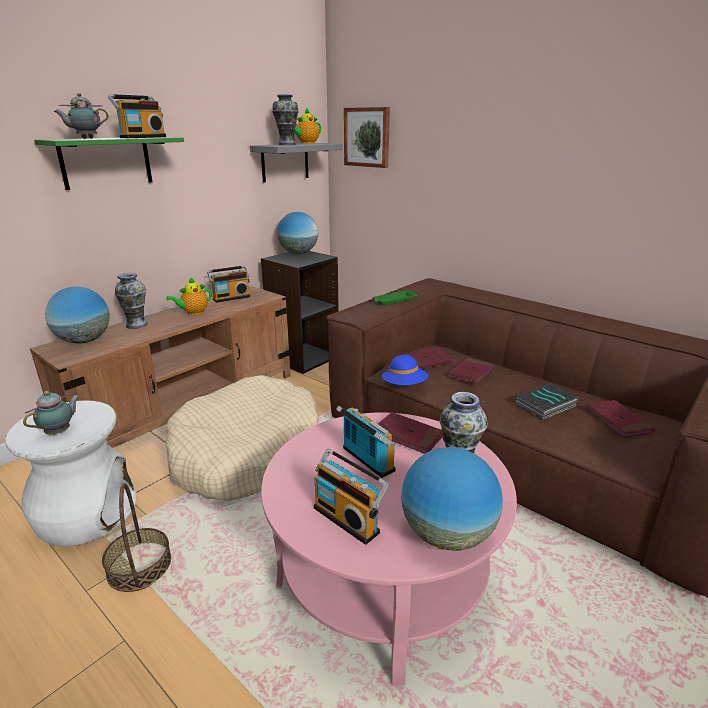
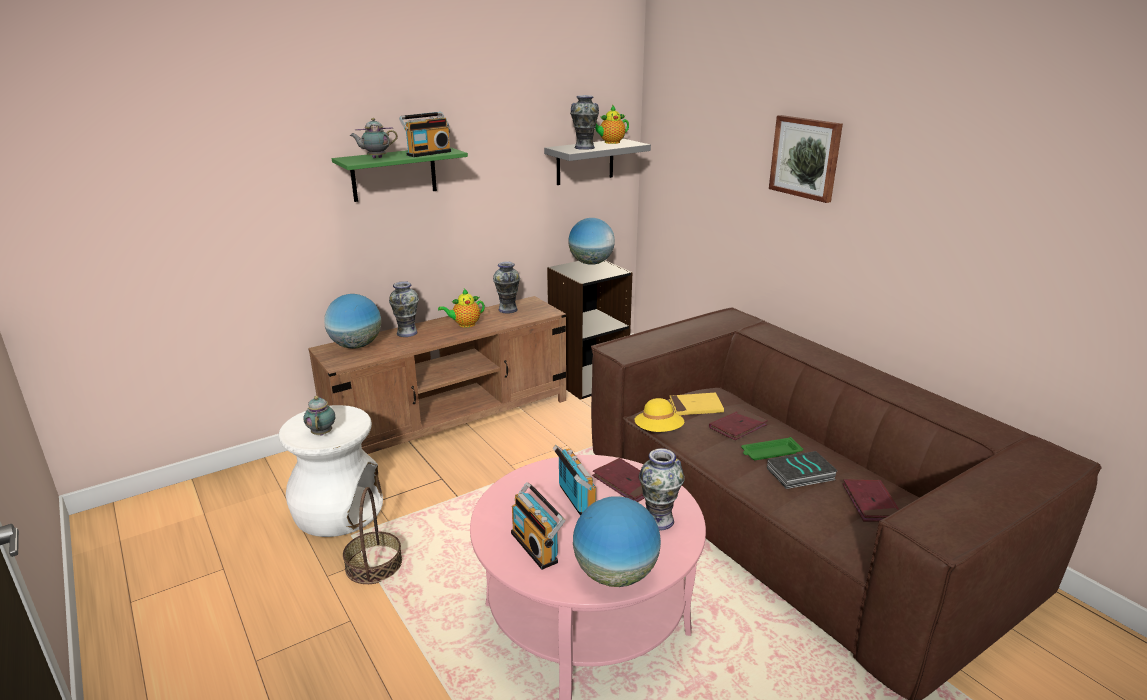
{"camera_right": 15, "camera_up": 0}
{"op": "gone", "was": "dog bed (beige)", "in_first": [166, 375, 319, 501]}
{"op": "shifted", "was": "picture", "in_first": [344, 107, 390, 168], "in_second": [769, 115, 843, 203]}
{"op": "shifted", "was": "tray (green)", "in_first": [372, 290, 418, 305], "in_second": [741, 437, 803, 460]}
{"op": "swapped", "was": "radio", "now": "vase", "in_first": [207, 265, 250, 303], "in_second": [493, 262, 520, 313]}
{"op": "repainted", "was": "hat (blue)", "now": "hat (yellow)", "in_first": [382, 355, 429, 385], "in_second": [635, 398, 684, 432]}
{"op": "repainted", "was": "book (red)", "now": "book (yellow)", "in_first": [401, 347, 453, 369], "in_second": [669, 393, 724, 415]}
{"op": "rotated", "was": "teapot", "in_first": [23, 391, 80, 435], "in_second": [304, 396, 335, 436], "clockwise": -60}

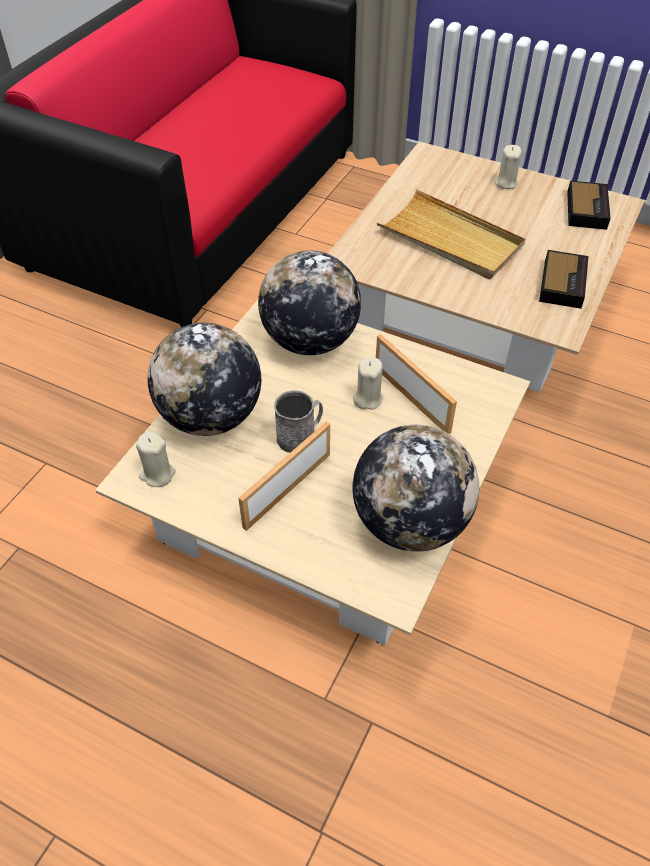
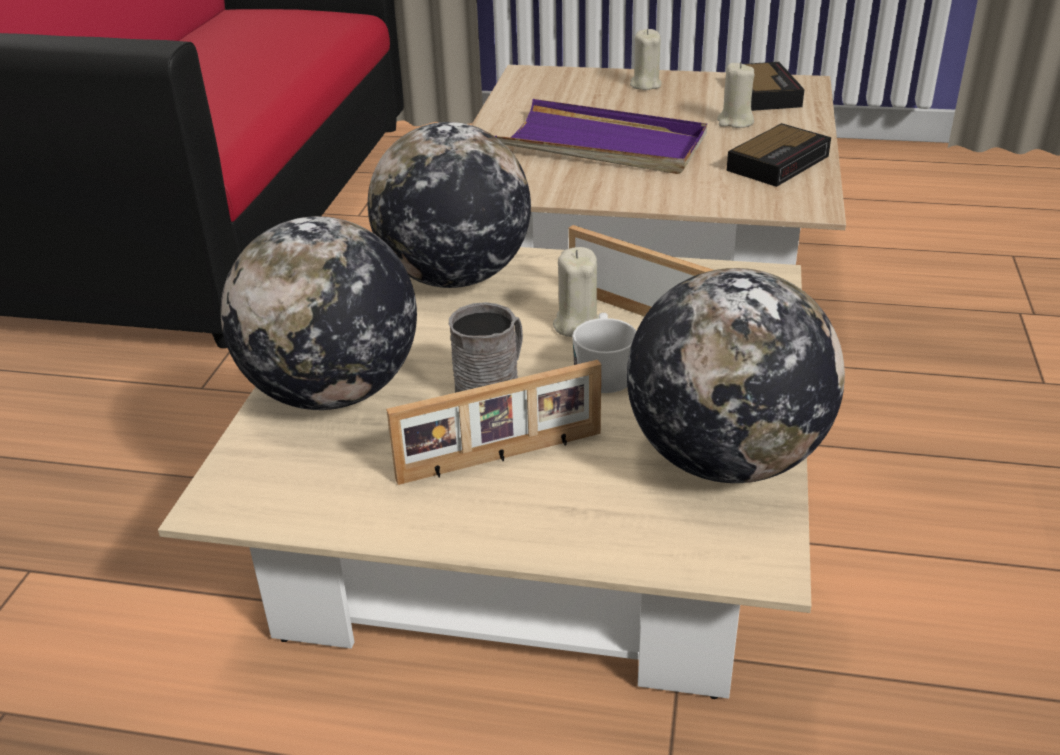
{"camera_right": -15, "camera_up": -15}
{"op": "new", "now": "mug (white)", "in_second": [572, 313, 636, 393]}
{"op": "shifted", "was": "candle (beige)", "in_first": [136, 431, 176, 487], "in_second": [717, 62, 754, 128]}
{"op": "repainted", "was": "tray (beige)", "now": "tray (purple)", "in_first": [377, 189, 525, 279], "in_second": [495, 99, 707, 174]}
{"op": "rotated", "was": "picture frame", "in_first": [238, 422, 330, 531], "in_second": [386, 360, 601, 485], "clockwise": -135}
{"op": "rotated", "was": "alarm clock", "in_first": [539, 250, 588, 309], "in_second": [727, 123, 831, 187], "clockwise": 45}

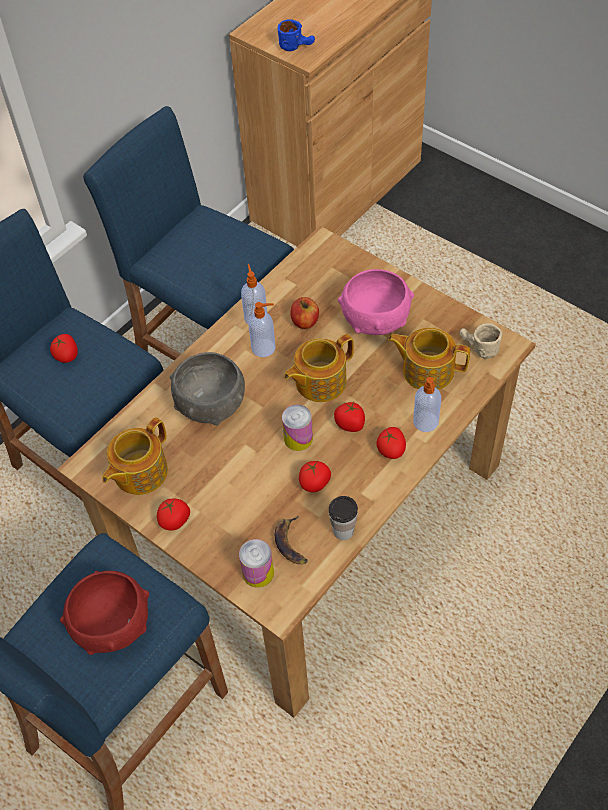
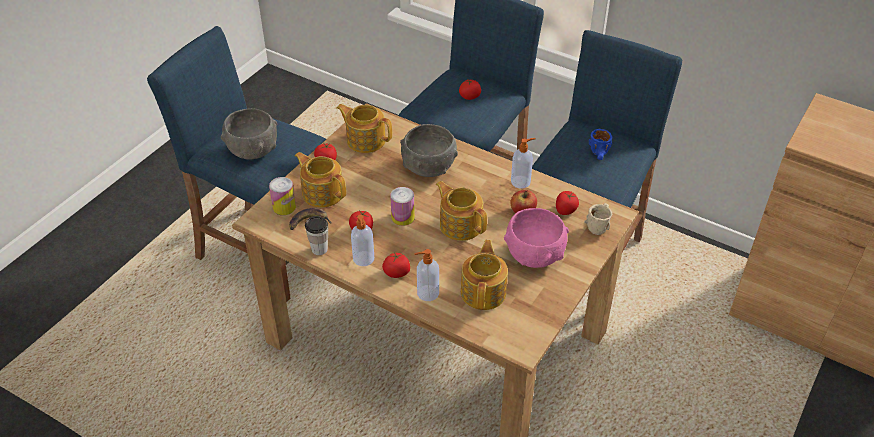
{"camera_right": 80, "camera_up": -10}
{"op": "new", "now": "teapot", "in_second": [295, 152, 346, 208]}
{"op": "shifted", "was": "soap dispenser", "in_first": [248, 302, 275, 357], "in_second": [351, 215, 374, 266]}
{"op": "shifted", "was": "mug (blue)", "in_first": [278, 19, 315, 51], "in_second": [589, 129, 612, 160]}
{"op": "shifted", "was": "tomato", "in_first": [334, 401, 365, 432], "in_second": [556, 191, 579, 215]}
{"op": "shifted", "was": "mug (beige)", "in_first": [460, 323, 502, 359], "in_second": [584, 203, 612, 235]}
{"op": "repainted", "was": "bowl (red)", "now": "bowl (grey)", "in_first": [60, 571, 149, 655], "in_second": [221, 108, 277, 160]}

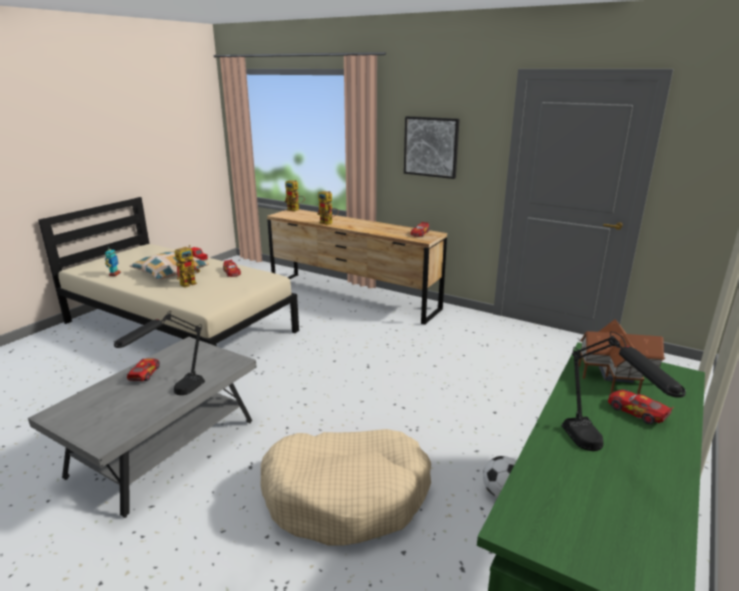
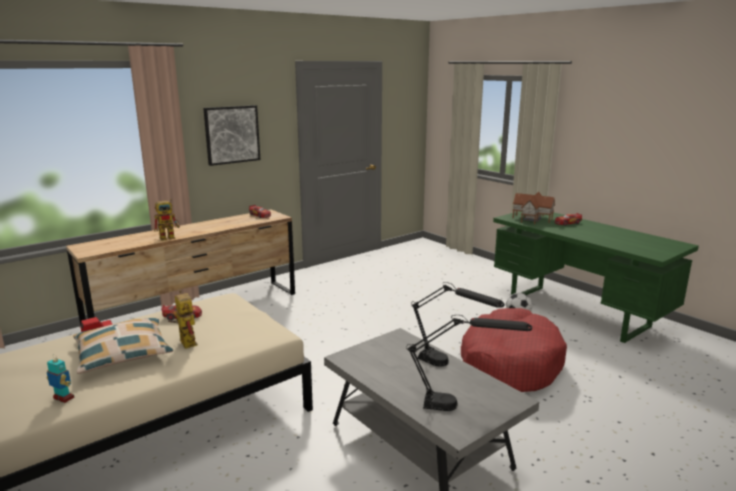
{"camera_right": -70, "camera_up": -5}
{"op": "gone", "was": "toy car", "in_first": [127, 359, 160, 381]}
{"op": "gone", "was": "toy robot", "in_first": [285, 180, 305, 212]}
{"op": "shifted", "was": "table lamp (black)", "in_first": [562, 332, 686, 451], "in_second": [406, 315, 532, 411]}
{"op": "repainted", "was": "dog bed (beige)", "now": "dog bed (red)", "in_first": [260, 429, 431, 545], "in_second": [461, 308, 567, 392]}

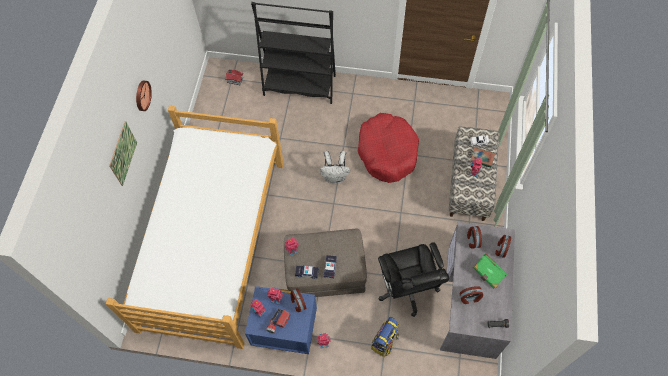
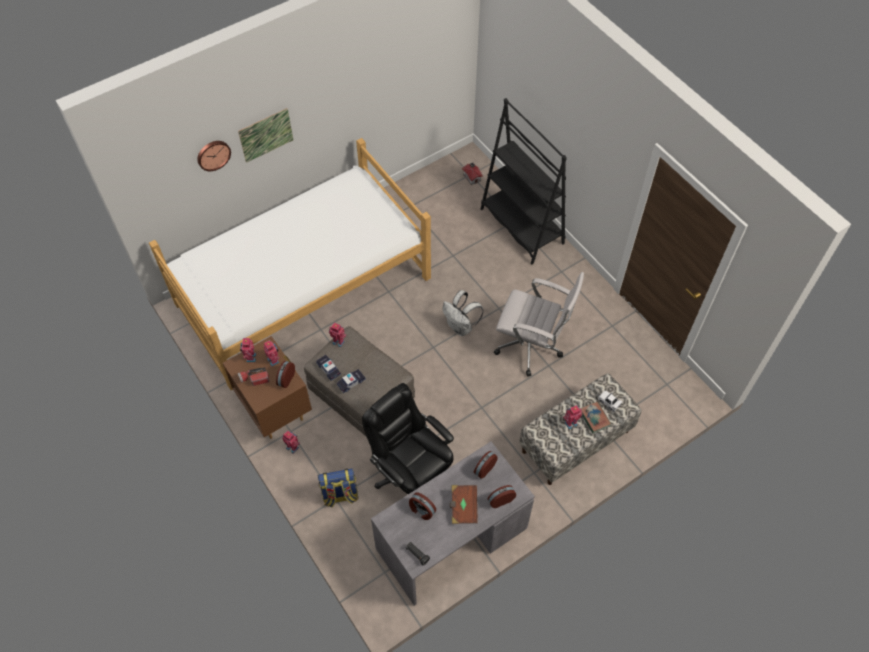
{"camera_right": 45, "camera_up": -5}
{"op": "shifted", "was": "wall clock", "in_first": [136, 80, 152, 111], "in_second": [197, 141, 231, 171]}
{"op": "swapped", "was": "dog bed (red)", "now": "office chair (white)", "in_first": [358, 113, 419, 183], "in_second": [494, 272, 584, 376]}
{"op": "repainted", "was": "nightstand (blue)", "now": "nightstand (brown)", "in_first": [245, 286, 317, 354], "in_second": [223, 336, 312, 439]}
{"op": "repainted", "was": "book (green)", "now": "book (brown)", "in_first": [473, 253, 507, 288], "in_second": [450, 485, 478, 524]}
{"op": "rotated", "was": "office chair (black)", "in_first": [378, 242, 449, 317], "in_second": [362, 383, 454, 494], "clockwise": 105}

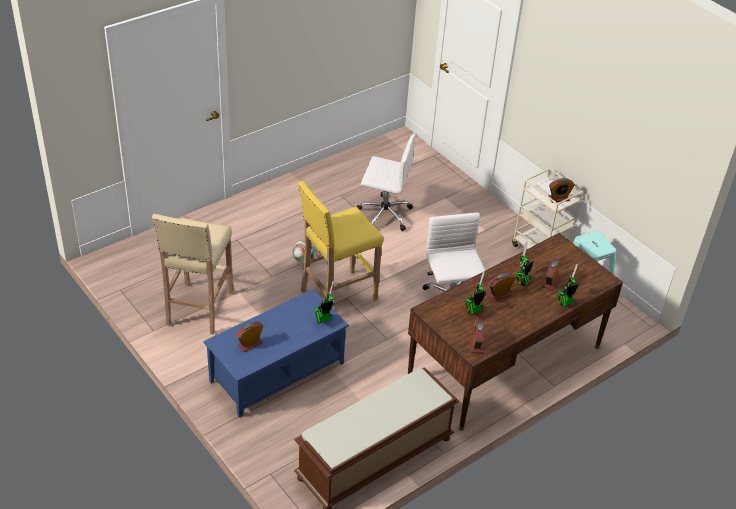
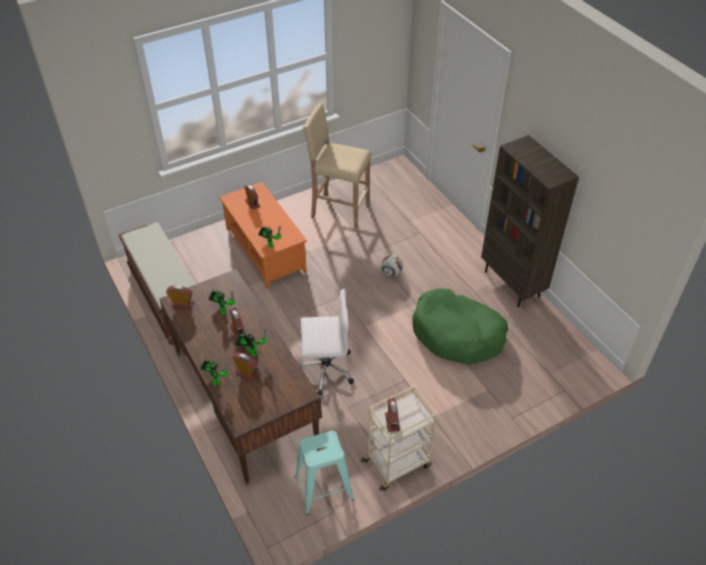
{"camera_right": 100, "camera_up": 5}
{"op": "gone", "was": "stool (yellow)", "in_first": [298, 181, 384, 301]}
{"op": "new", "now": "bookcase (brown)", "in_second": [481, 135, 579, 307]}
{"op": "swapped", "was": "office chair (white)", "now": "dog bed (green)", "in_first": [356, 133, 416, 231], "in_second": [413, 288, 508, 365]}
{"op": "repainted", "was": "coffee table (blue)", "now": "coffee table (orange)", "in_first": [204, 289, 349, 418], "in_second": [219, 182, 307, 288]}

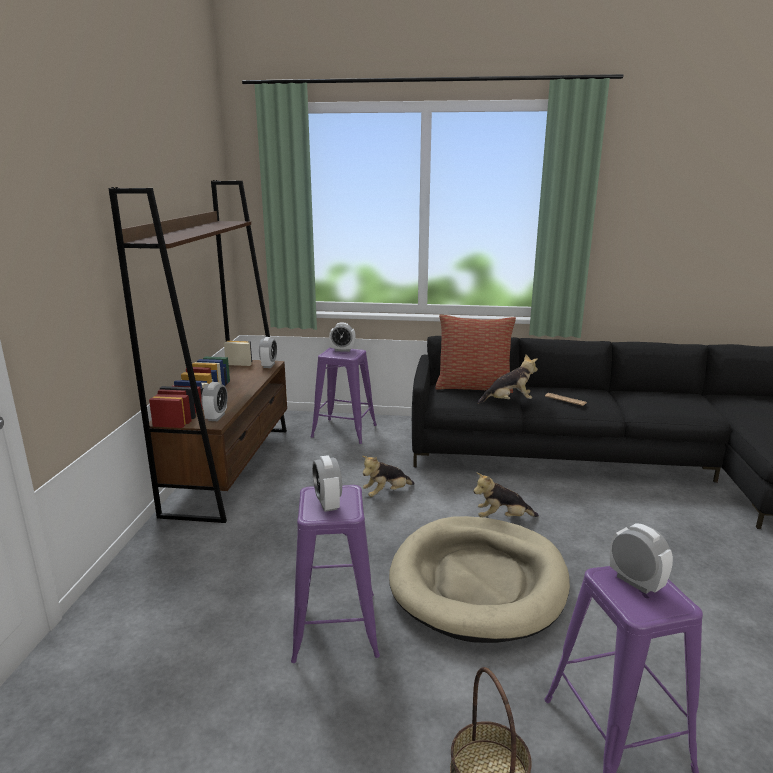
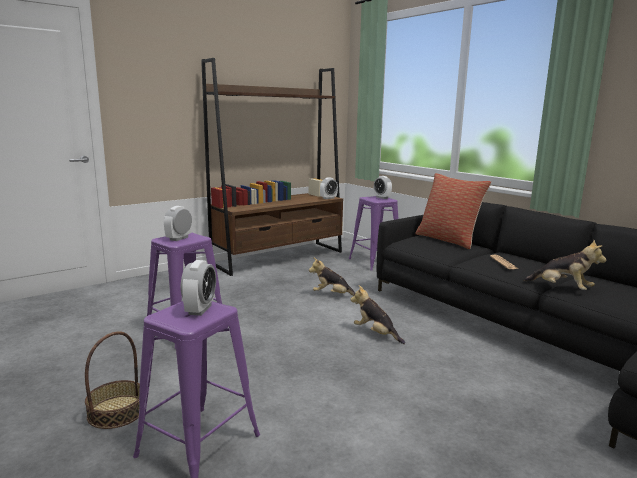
{"camera_right": 45, "camera_up": -5}
{"op": "gone", "was": "alarm clock", "in_first": [201, 382, 228, 421]}
{"op": "gone", "was": "dog bed (beige)", "in_first": [389, 516, 570, 643]}
{"op": "shifted", "was": "plush toy", "in_first": [477, 354, 538, 404], "in_second": [524, 240, 606, 290]}

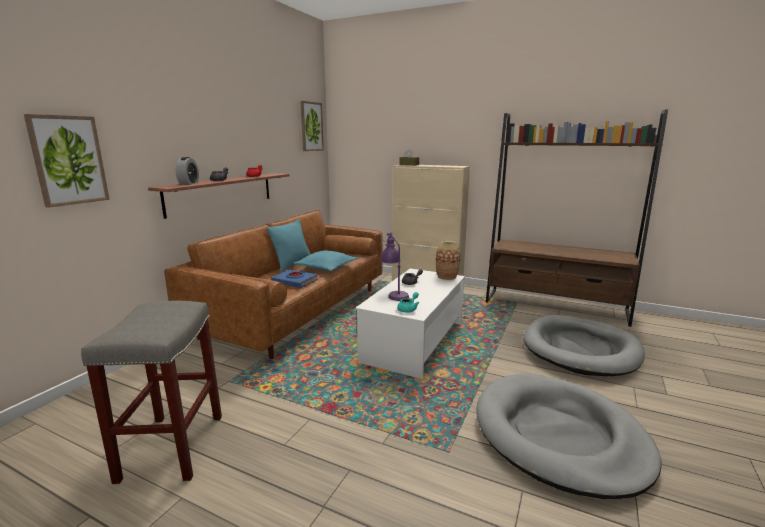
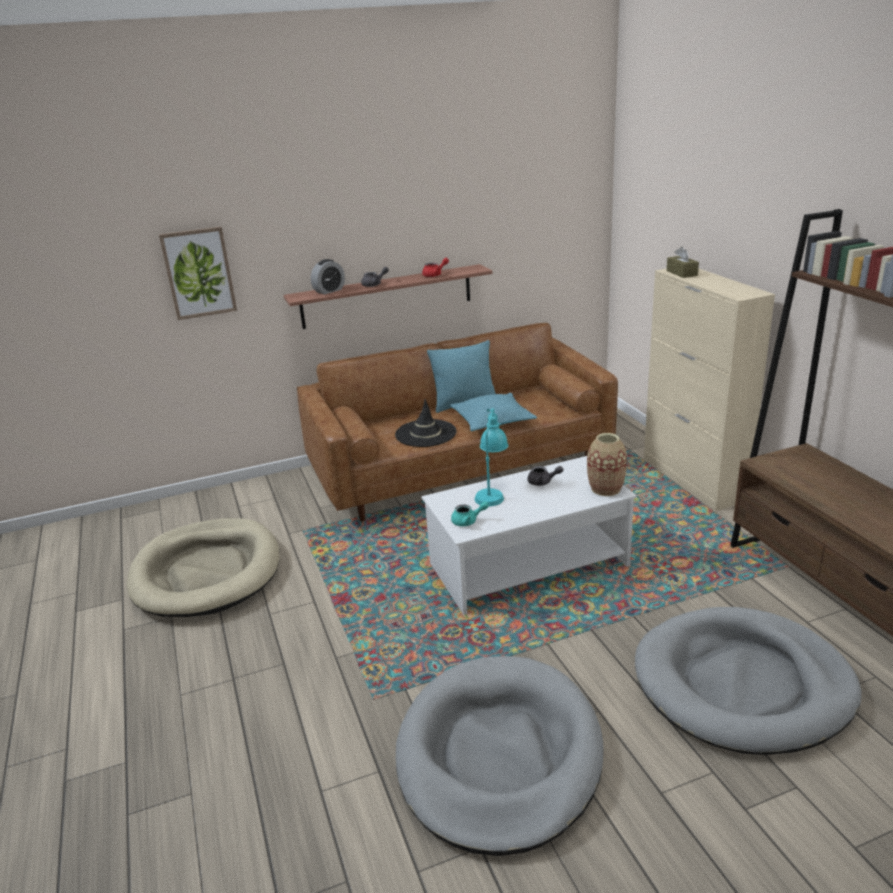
{"camera_right": 45, "camera_up": 10}
{"op": "gone", "was": "picture", "in_first": [300, 101, 324, 151]}
{"op": "swapped", "was": "stool (grey)", "now": "dog bed (beige)", "in_first": [81, 301, 222, 484], "in_second": [127, 518, 280, 617]}
{"op": "swapped", "was": "book (blue)", "now": "hat (black)", "in_first": [271, 270, 318, 288], "in_second": [395, 399, 457, 447]}
{"op": "repainted", "was": "table lamp (purple)", "now": "table lamp (turquoise)", "in_first": [380, 233, 409, 301], "in_second": [475, 408, 508, 507]}

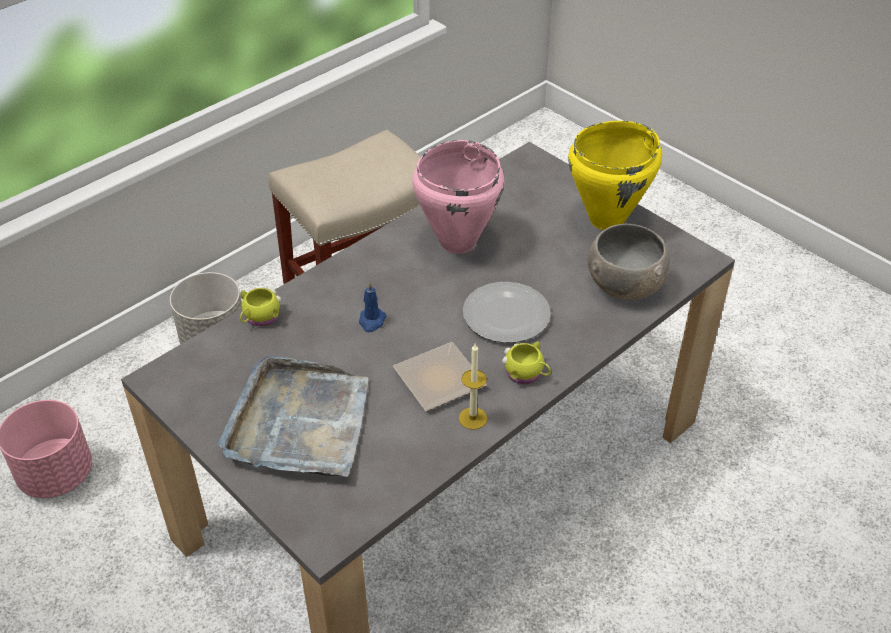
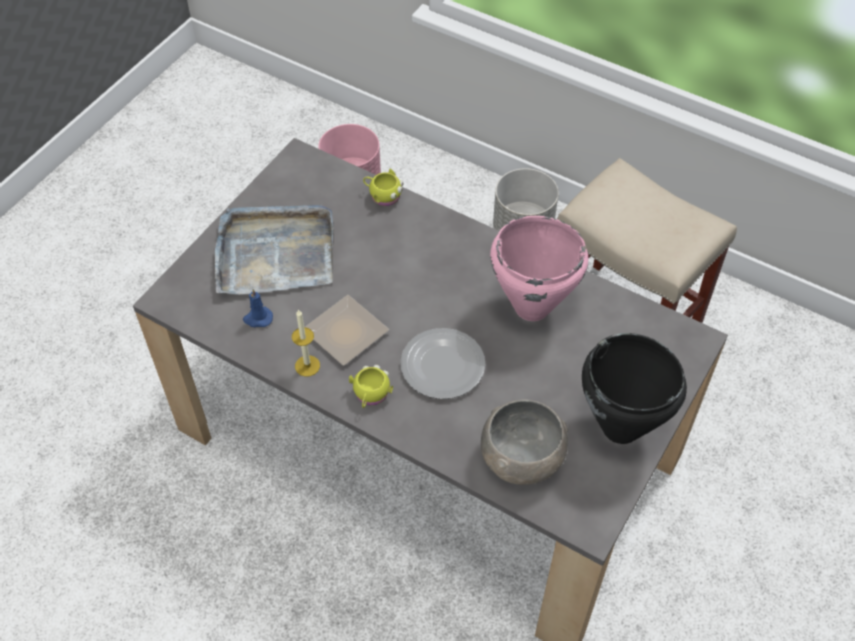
{"camera_right": 75, "camera_up": 10}
{"op": "shifted", "was": "candle (blue)", "in_first": [359, 282, 386, 332], "in_second": [243, 289, 273, 327]}
{"op": "repainted", "was": "cooking pot (yellow)", "now": "cooking pot (black)", "in_first": [568, 121, 662, 230], "in_second": [582, 333, 687, 444]}

